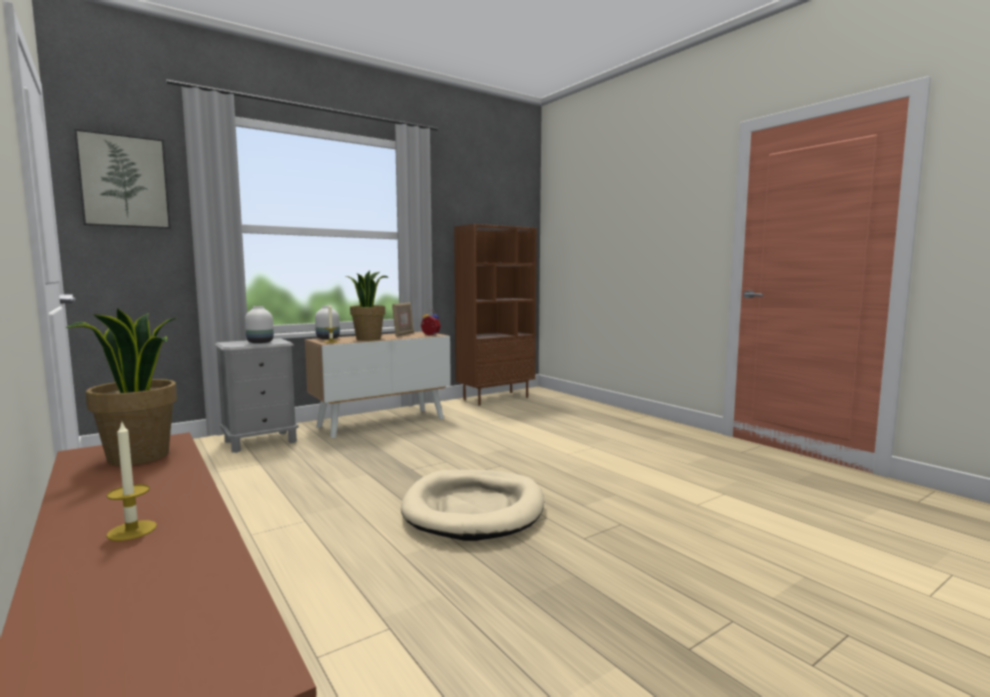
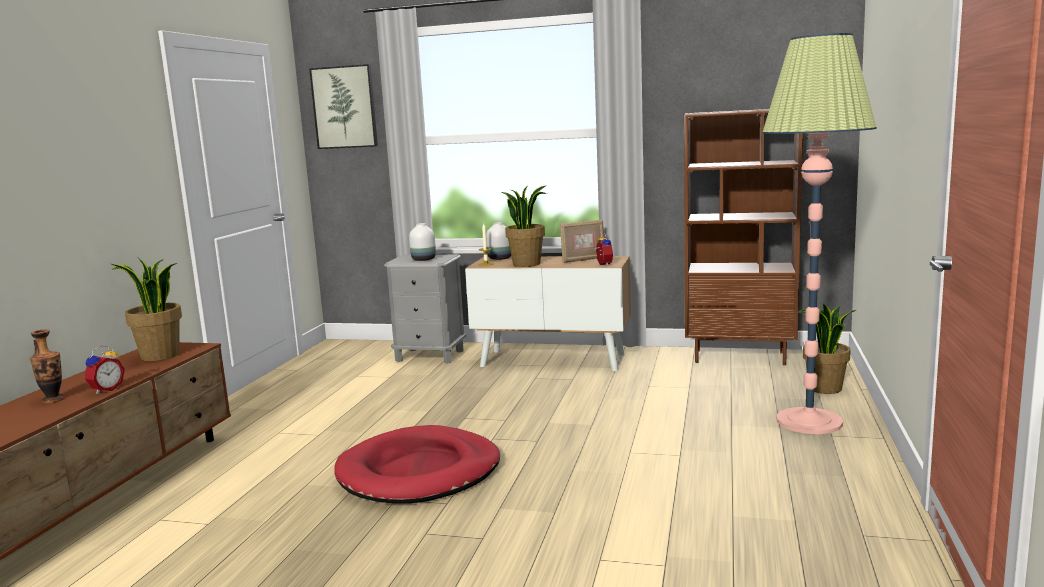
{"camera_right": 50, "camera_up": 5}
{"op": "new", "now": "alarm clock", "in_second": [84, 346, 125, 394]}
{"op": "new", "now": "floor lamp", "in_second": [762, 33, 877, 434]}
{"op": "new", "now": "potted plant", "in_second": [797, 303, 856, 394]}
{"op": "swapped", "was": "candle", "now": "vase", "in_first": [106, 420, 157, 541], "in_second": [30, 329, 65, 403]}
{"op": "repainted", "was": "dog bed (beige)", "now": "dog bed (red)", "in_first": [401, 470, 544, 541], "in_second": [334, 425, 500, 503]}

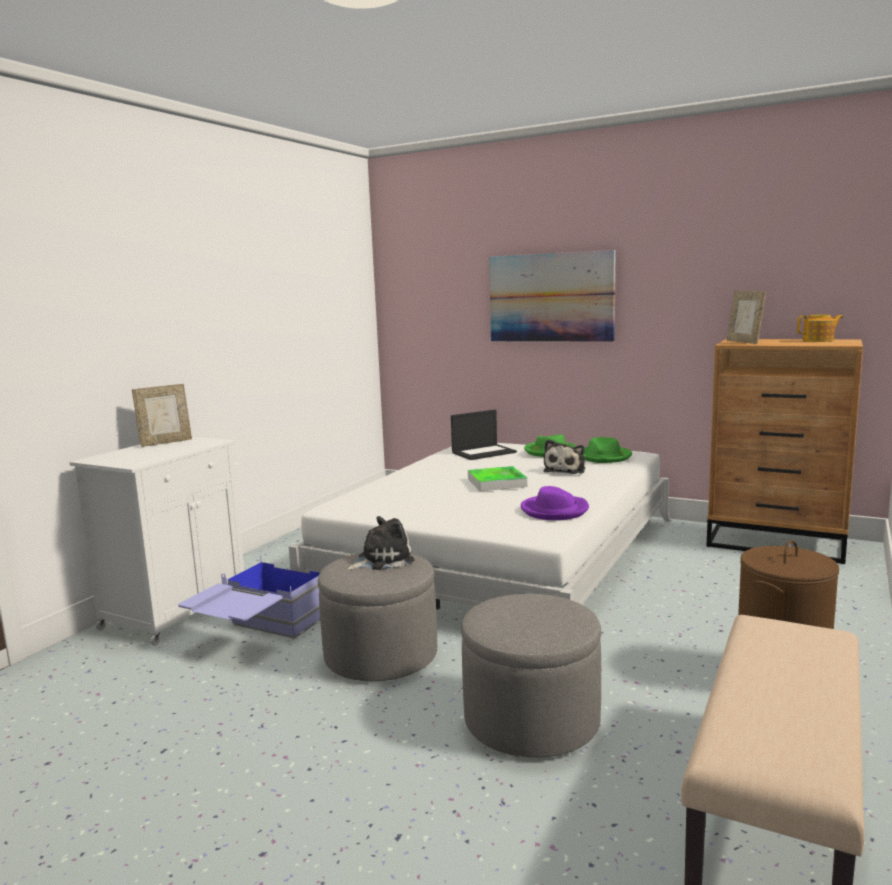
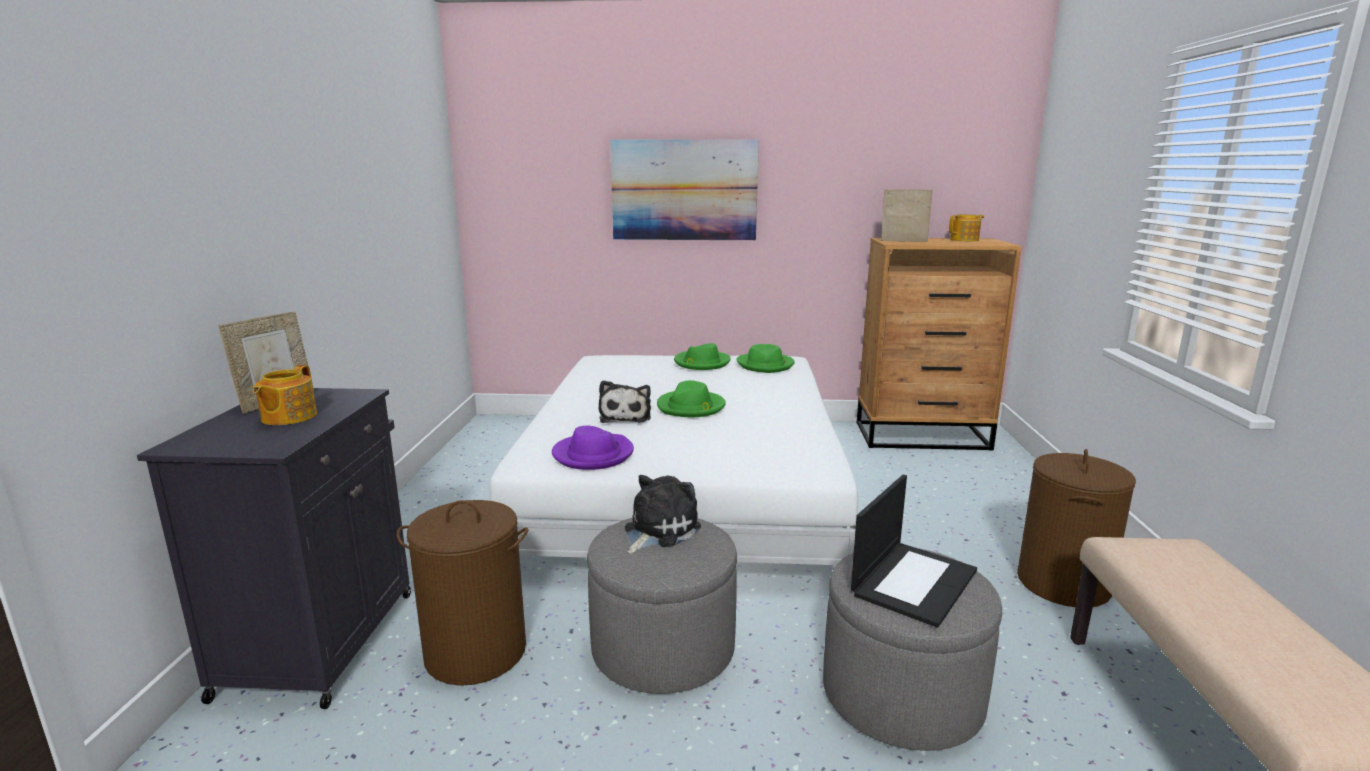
{"camera_right": -25, "camera_up": 5}
{"op": "new", "now": "teapot", "in_second": [253, 365, 317, 425]}
{"op": "shifted", "was": "laptop", "in_first": [451, 410, 517, 460], "in_second": [851, 474, 977, 628]}
{"op": "shifted", "was": "hat (purple)", "in_first": [521, 486, 589, 520], "in_second": [552, 426, 634, 470]}
{"op": "shifted", "was": "plush toy", "in_first": [543, 439, 585, 474], "in_second": [599, 380, 651, 423]}
{"op": "swapped", "was": "storage box (blue)", "now": "laundry basket (brown)", "in_first": [178, 555, 326, 639], "in_second": [396, 500, 528, 686]}
{"op": "swapped", "was": "tray", "now": "hat (green)", "in_first": [468, 466, 527, 491], "in_second": [657, 380, 726, 417]}
{"op": "repainted", "was": "cabinet (white)", "now": "cabinet (black)", "in_first": [70, 437, 244, 646], "in_second": [137, 388, 411, 709]}
{"op": "rotated", "was": "picture frame", "in_first": [727, 291, 766, 344], "in_second": [881, 189, 932, 242], "clockwise": 150}

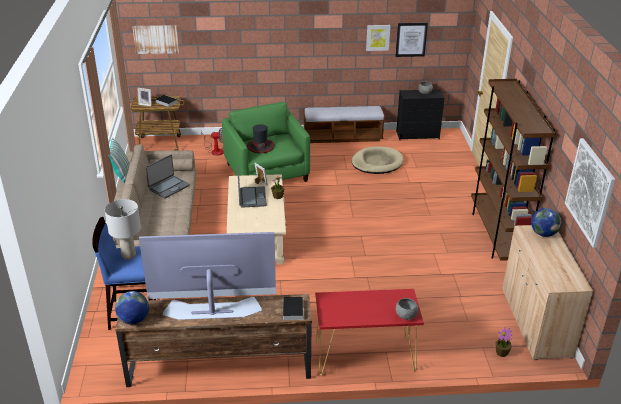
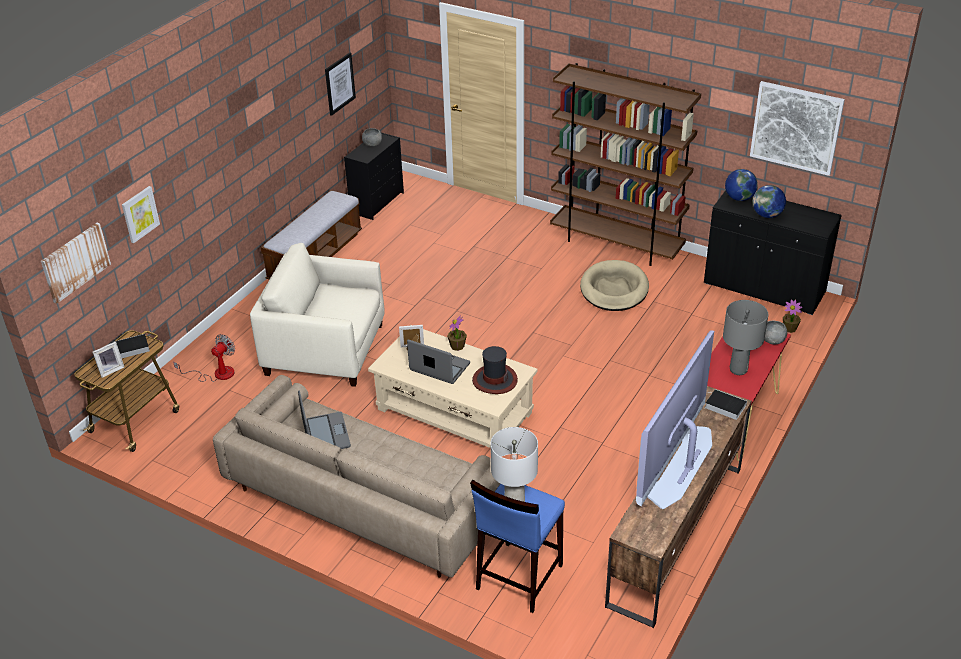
{"camera_right": -55, "camera_up": 5}
{"op": "gone", "was": "pillow", "in_first": [108, 137, 129, 183]}
{"op": "new", "now": "table lamp (grey)", "in_second": [723, 300, 768, 375]}
{"op": "shifted", "was": "globe", "in_first": [115, 291, 149, 324], "in_second": [753, 185, 786, 218]}
{"op": "shifted", "was": "hat", "in_first": [247, 124, 275, 153], "in_second": [472, 346, 518, 394]}
{"op": "shifted", "was": "dog bed (beige)", "in_first": [352, 146, 404, 174], "in_second": [580, 260, 649, 311]}
{"op": "shifted", "was": "picture", "in_first": [366, 25, 390, 51], "in_second": [122, 186, 160, 243]}
{"op": "repainted", "was": "armchair (green)", "now": "armchair (beige)", "in_first": [222, 102, 310, 182], "in_second": [250, 243, 384, 387]}
{"op": "repainted", "was": "cabinet (beige)", "now": "cabinet (black)", "in_first": [502, 225, 593, 360], "in_second": [704, 190, 842, 315]}

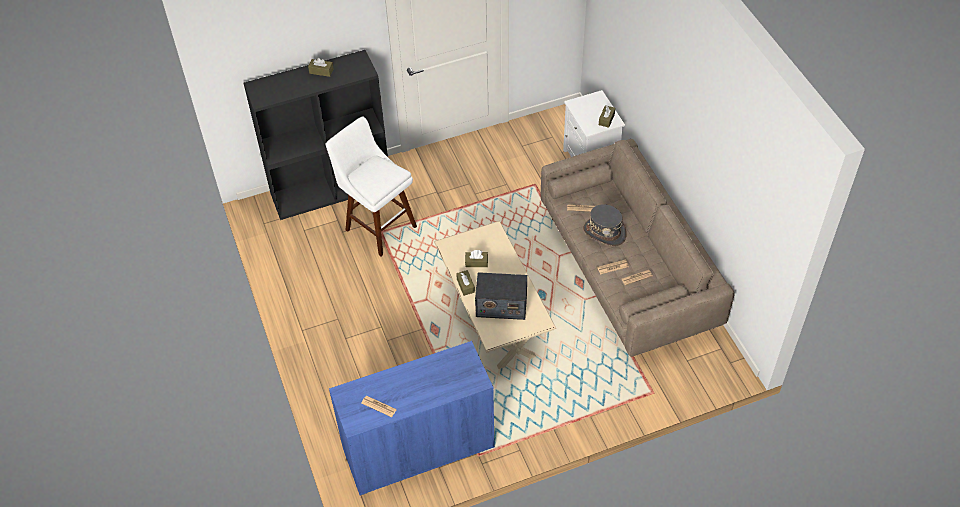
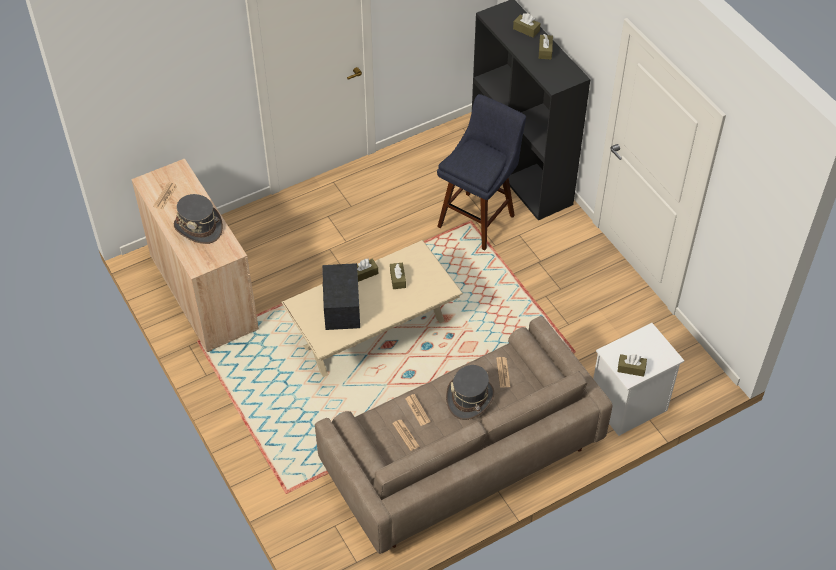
{"camera_right": 80, "camera_up": 0}
{"op": "new", "now": "hat (grey)", "in_second": [174, 194, 223, 244]}
{"op": "new", "now": "tissue box (brown)", "in_second": [513, 13, 540, 38]}
{"op": "repainted", "was": "stool (white)", "now": "stool (blue)", "in_first": [326, 117, 417, 257], "in_second": [437, 94, 526, 250]}
{"op": "repainted", "was": "cabinet (blue)", "now": "cabinet (beige)", "in_first": [329, 341, 495, 496], "in_second": [131, 158, 259, 352]}

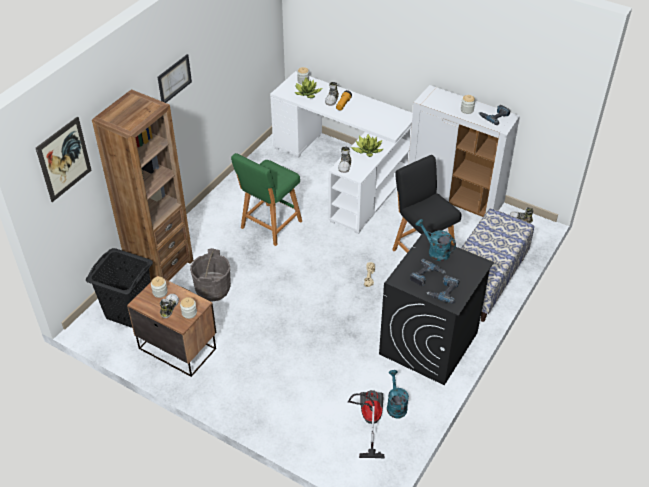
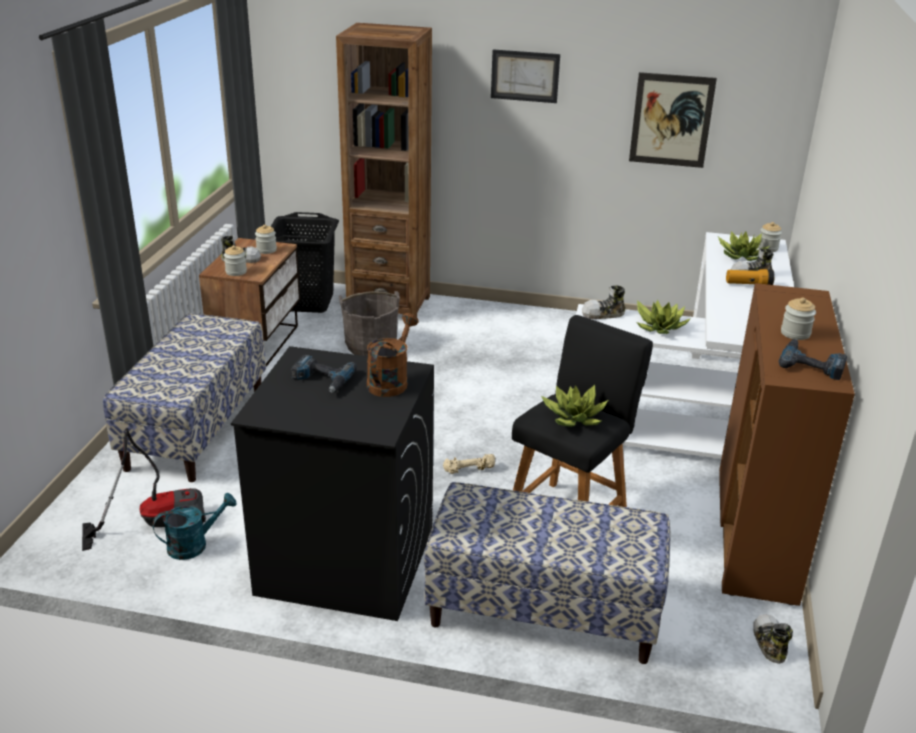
{"camera_right": 70, "camera_up": -15}
{"op": "gone", "was": "stool (green)", "in_first": [231, 153, 302, 246]}
{"op": "gone", "was": "power drill", "in_first": [426, 275, 459, 304]}
{"op": "new", "now": "bench", "in_second": [103, 313, 266, 482]}
{"op": "new", "now": "potted plant", "in_second": [541, 385, 608, 427]}
{"op": "shifted", "was": "picture", "in_first": [36, 116, 92, 202], "in_second": [629, 72, 717, 168]}
{"op": "repainted", "was": "cabinet (white)", "now": "cabinet (brown)", "in_first": [408, 85, 520, 217], "in_second": [719, 283, 855, 606]}
{"op": "repainted", "was": "watering can (turquoise)", "now": "watering can (brown)", "in_first": [415, 219, 456, 261], "in_second": [367, 313, 419, 397]}

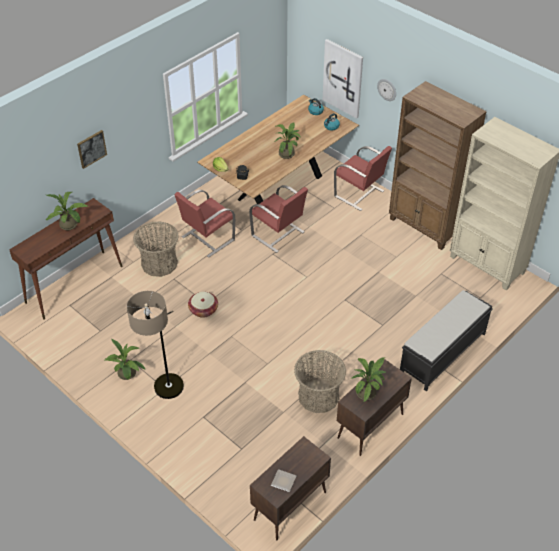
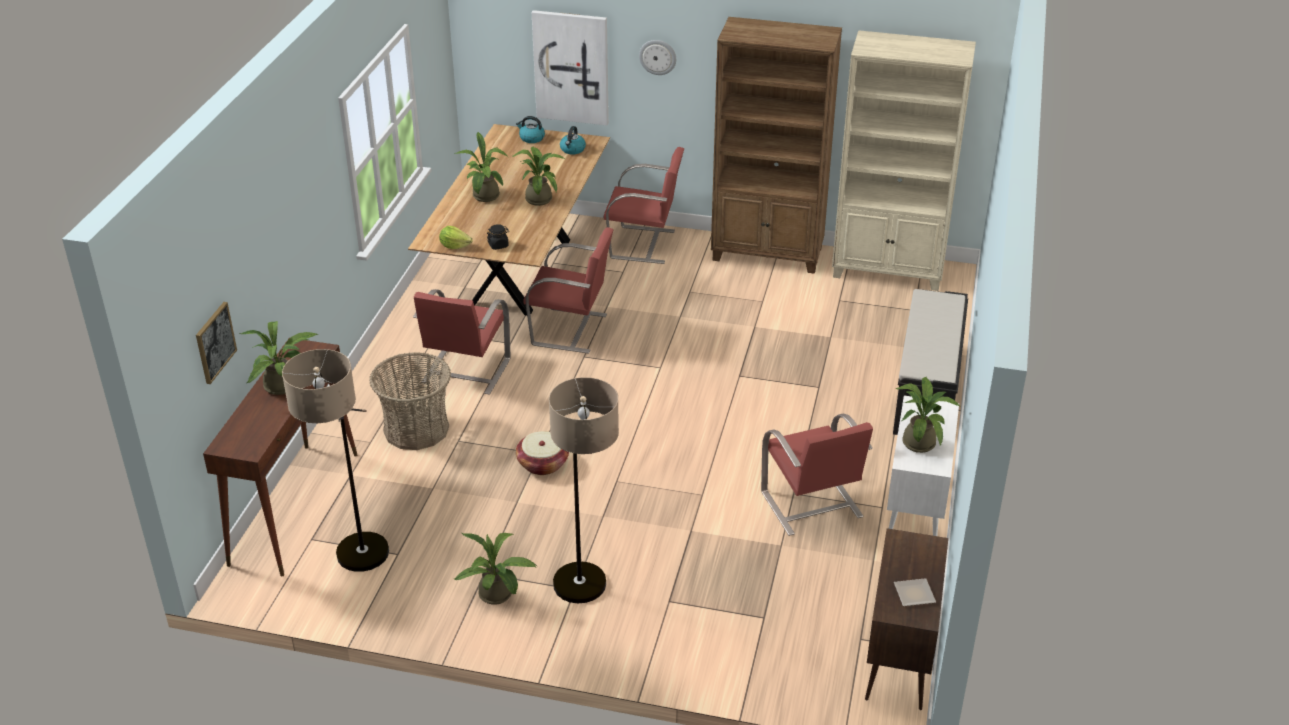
{"camera_right": -30, "camera_up": -10}
{"op": "new", "now": "floor lamp", "in_second": [282, 349, 389, 572]}
{"op": "new", "now": "potted plant", "in_second": [455, 131, 508, 202]}
{"op": "shifted", "was": "picture", "in_first": [77, 130, 107, 169], "in_second": [196, 302, 237, 384]}
{"op": "swapped", "was": "basket", "now": "chair (red)", "in_first": [294, 350, 346, 413], "in_second": [761, 414, 873, 536]}
{"op": "repainted", "was": "cabinet (brown)", "now": "cabinet (white)", "in_first": [337, 360, 412, 456], "in_second": [887, 396, 959, 536]}

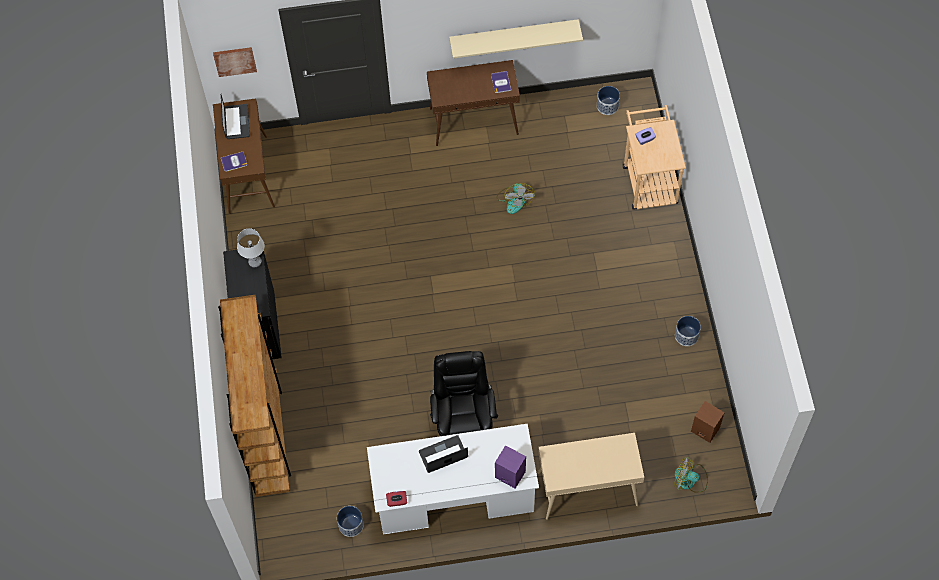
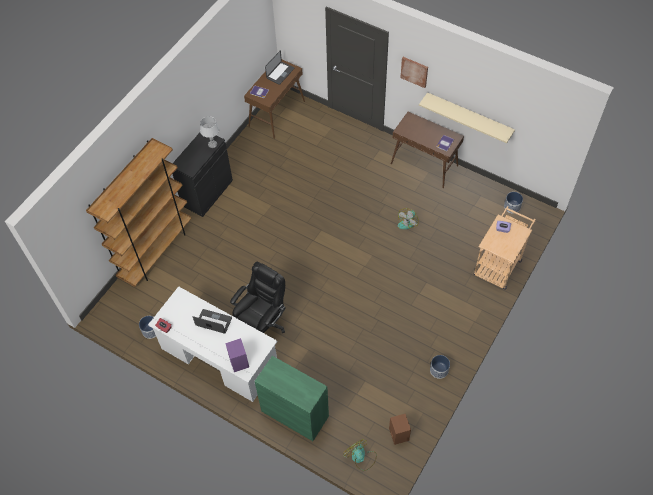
{"camera_right": 40, "camera_up": -5}
{"op": "shifted", "was": "picture", "in_first": [213, 47, 257, 77], "in_second": [400, 57, 428, 88]}
{"op": "swapped", "was": "console table (beige)", "now": "cabinet (green)", "in_first": [538, 433, 644, 520], "in_second": [254, 356, 329, 441]}

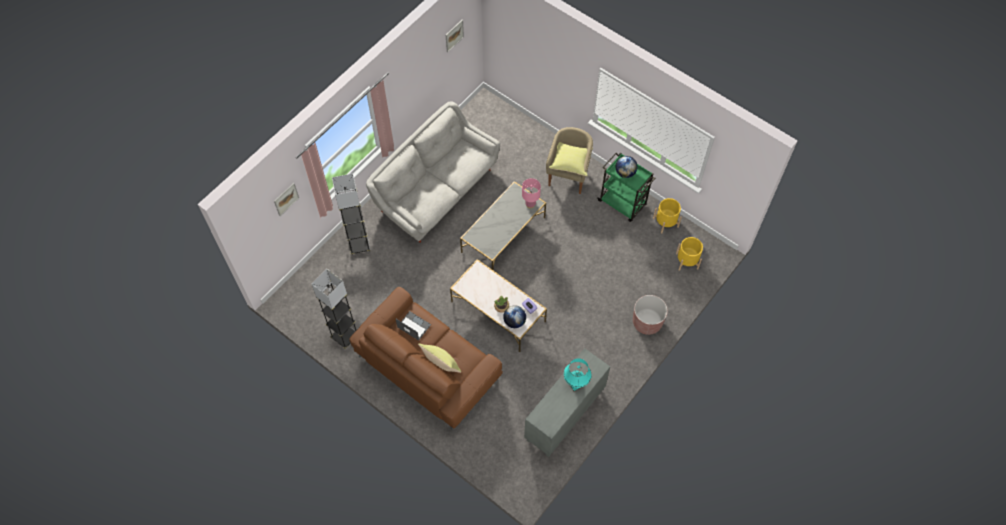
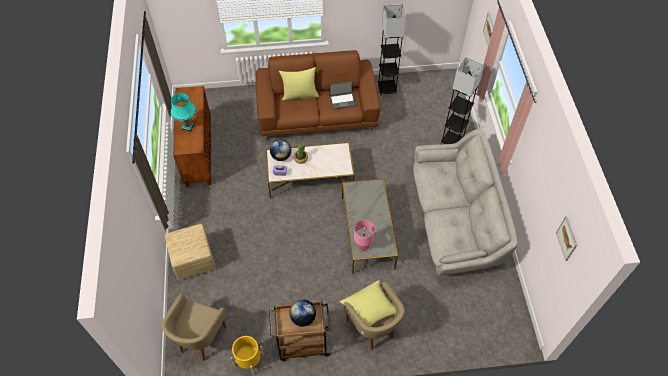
{"camera_right": 135, "camera_up": -5}
{"op": "swapped", "was": "planter (brown)", "now": "ottoman", "in_first": [633, 295, 668, 335], "in_second": [165, 224, 216, 280]}
{"op": "swapped", "was": "planter (yellow)", "now": "armchair (beige)", "in_first": [676, 237, 703, 271], "in_second": [161, 294, 226, 361]}
{"op": "repainted", "was": "cabinet (grey)", "now": "cabinet (brown)", "in_first": [524, 348, 610, 457], "in_second": [173, 86, 211, 187]}
{"op": "repainted", "was": "cart (green)", "now": "cart (brown)", "in_first": [597, 153, 655, 222], "in_second": [269, 301, 331, 361]}

